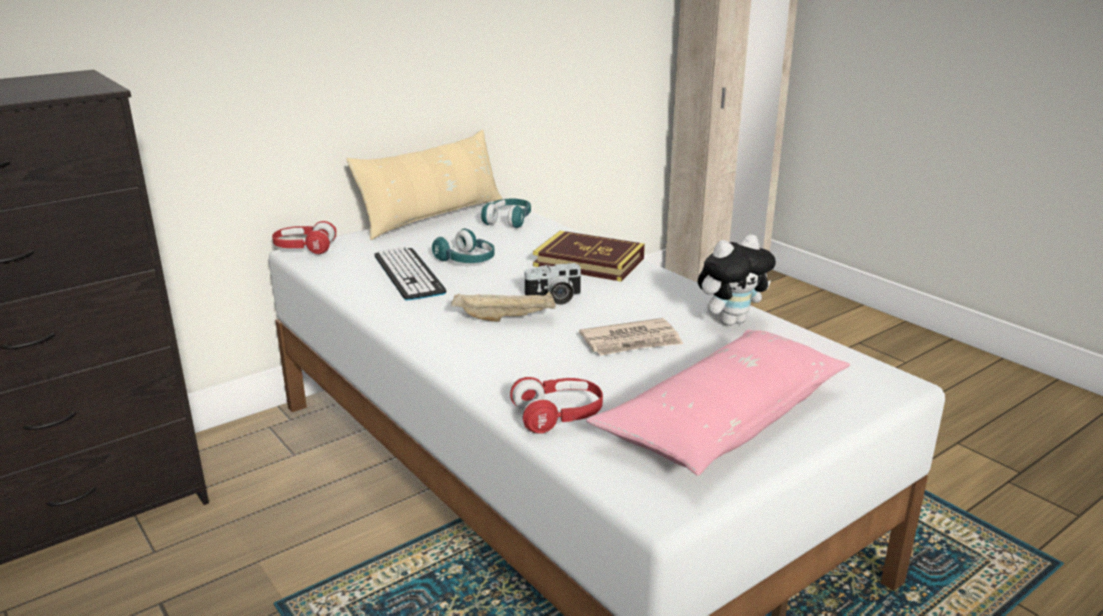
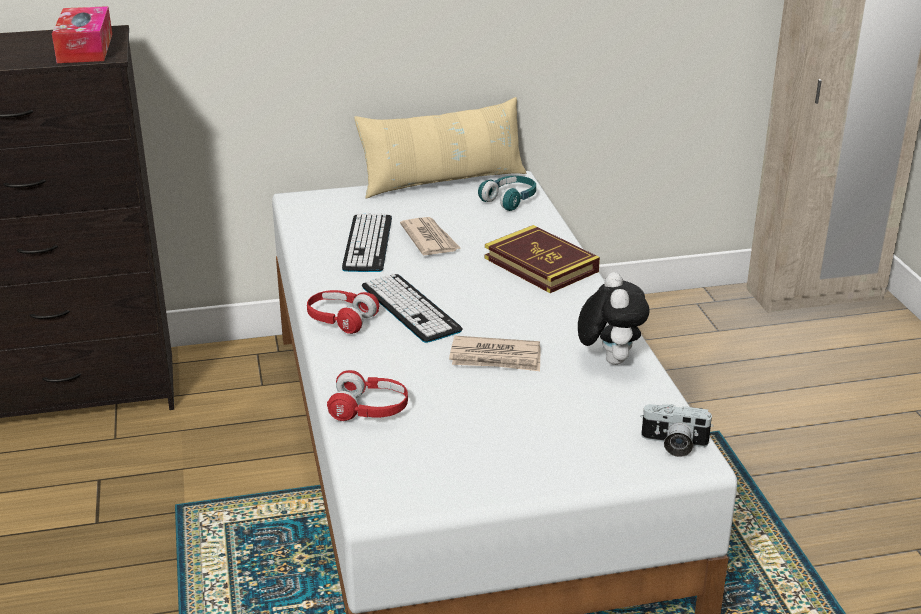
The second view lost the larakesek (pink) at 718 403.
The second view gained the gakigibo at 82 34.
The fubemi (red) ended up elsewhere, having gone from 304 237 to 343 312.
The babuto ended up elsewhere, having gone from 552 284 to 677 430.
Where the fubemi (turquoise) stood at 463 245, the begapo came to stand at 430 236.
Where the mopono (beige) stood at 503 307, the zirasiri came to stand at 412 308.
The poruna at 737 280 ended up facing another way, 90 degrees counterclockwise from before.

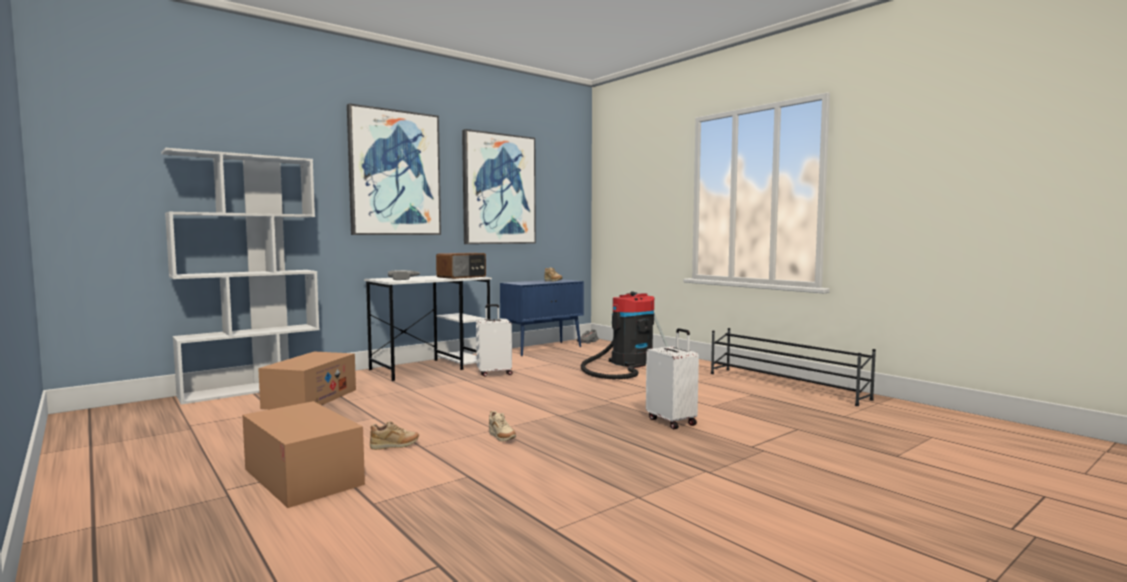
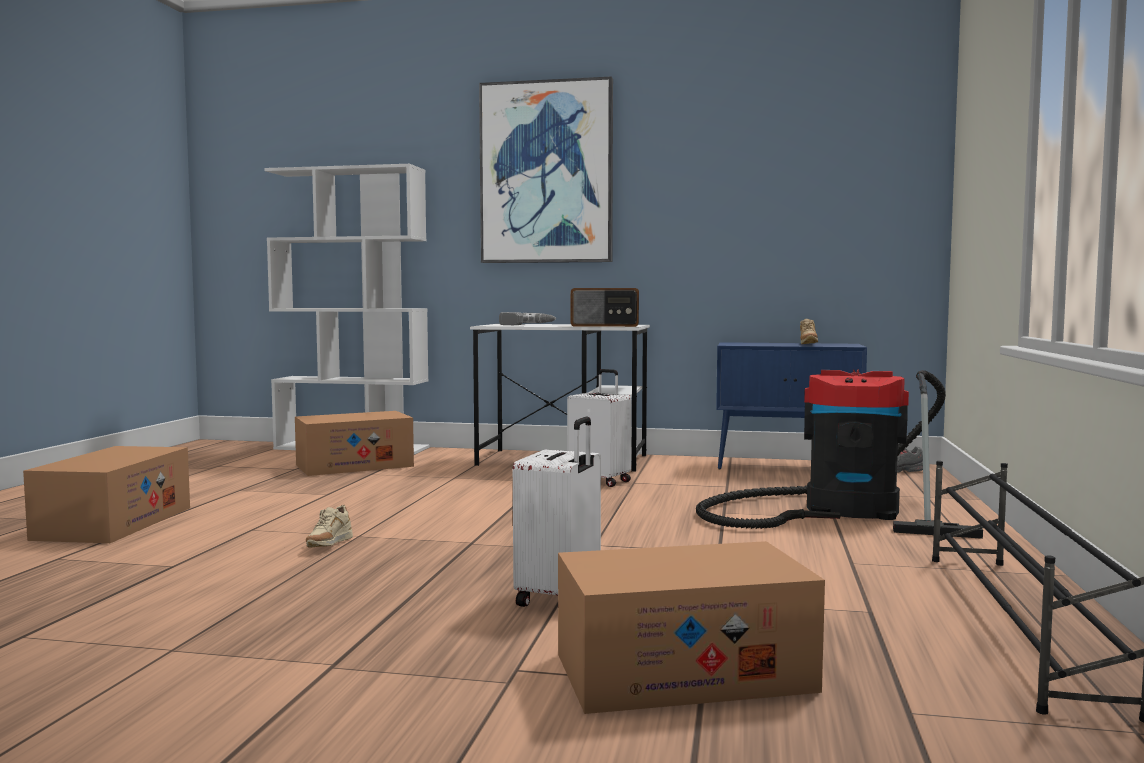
The second view lost the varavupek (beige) at 394 435.
The second view lost the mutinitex at 499 186.
The second view gained the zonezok at 691 627.

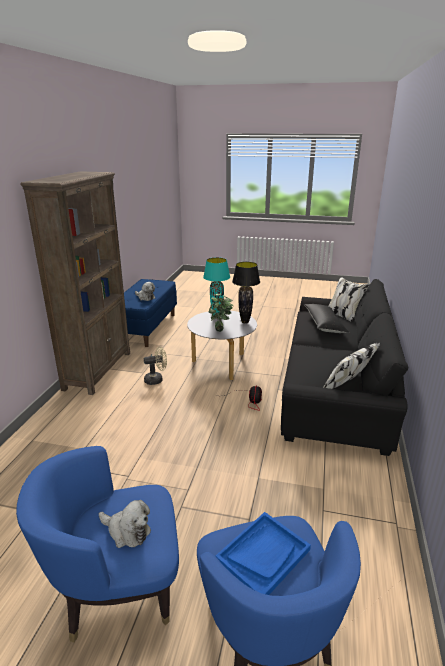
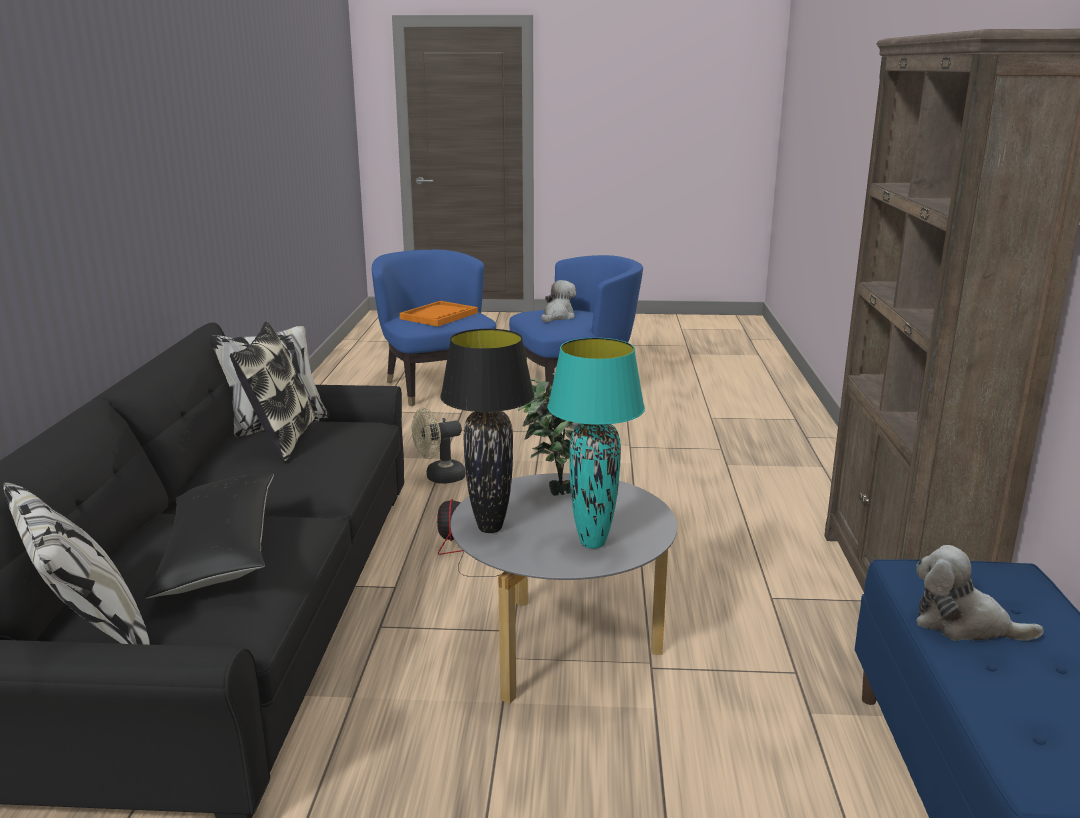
The second view gained the larakesek at 272 391.
The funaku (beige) ended up elsewhere, having gone from 155 366 to 439 446.
What was the mopono (blue) at 263 553 turned into the mopono (orange) at 439 314.
The poruna at 125 524 ended up facing another way, 105 degrees clockwise from before.

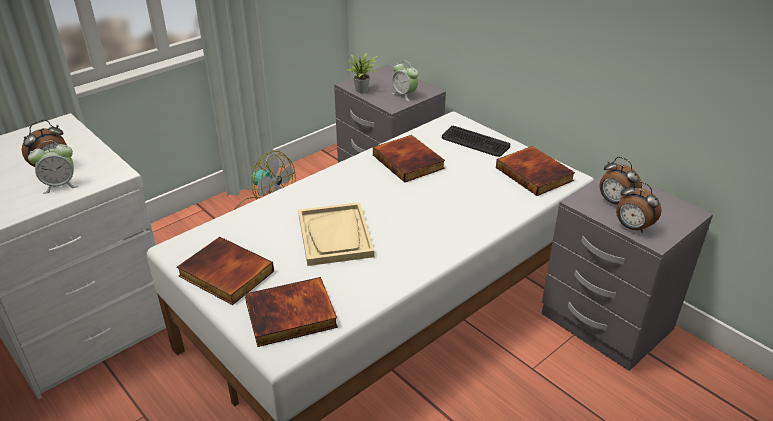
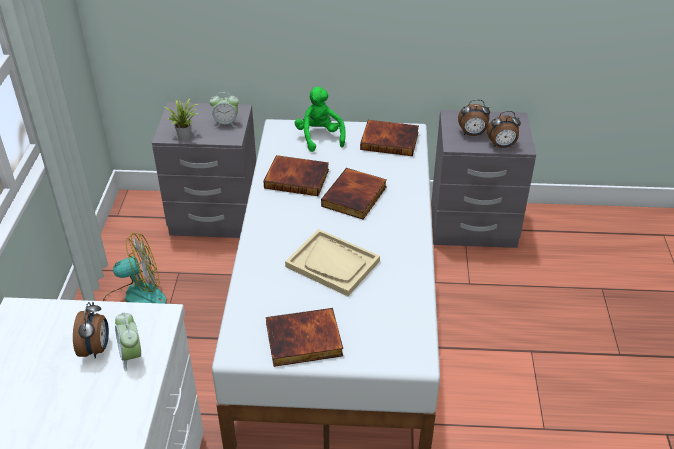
The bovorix ended up elsewhere, having gone from 291 312 to 354 193.
Where the zirasiri stood at 476 141, the poruna (green) came to stand at 320 119.
The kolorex at 53 167 ended up facing another way, 135 degrees clockwise from before.

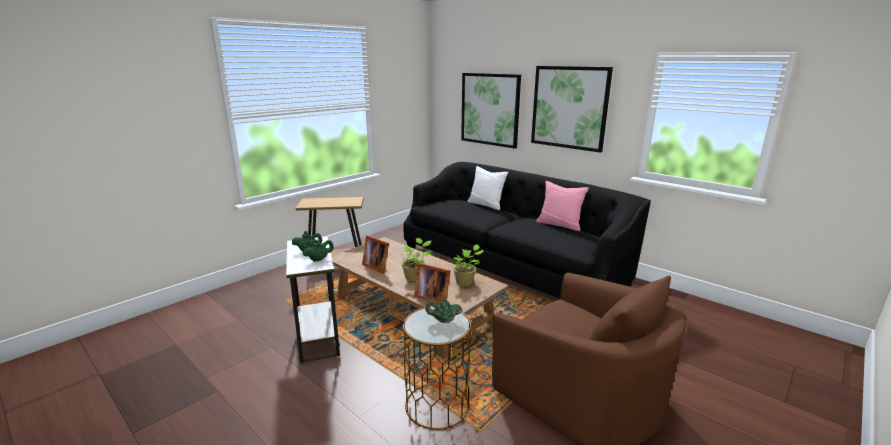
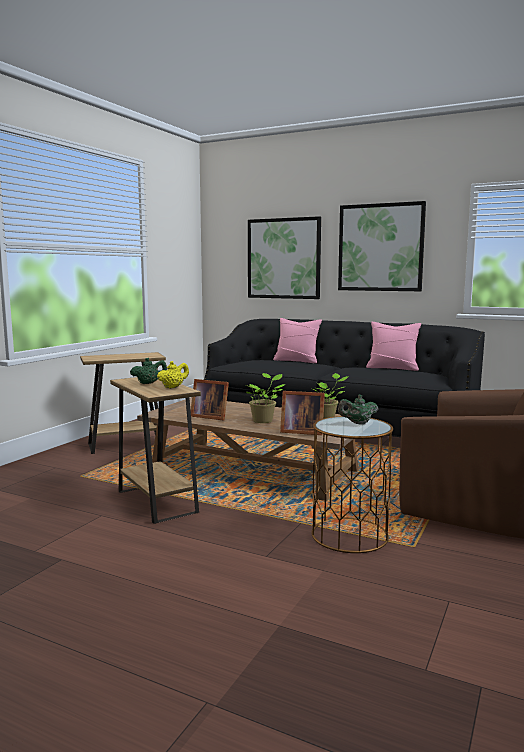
What was the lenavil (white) at 313 299 turned into the lenavil (brown) at 155 450.
What was the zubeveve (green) at 318 251 turned into the zubeveve (yellow) at 173 375.
What was the larakesek (white) at 487 188 turned into the larakesek (pink) at 297 340.

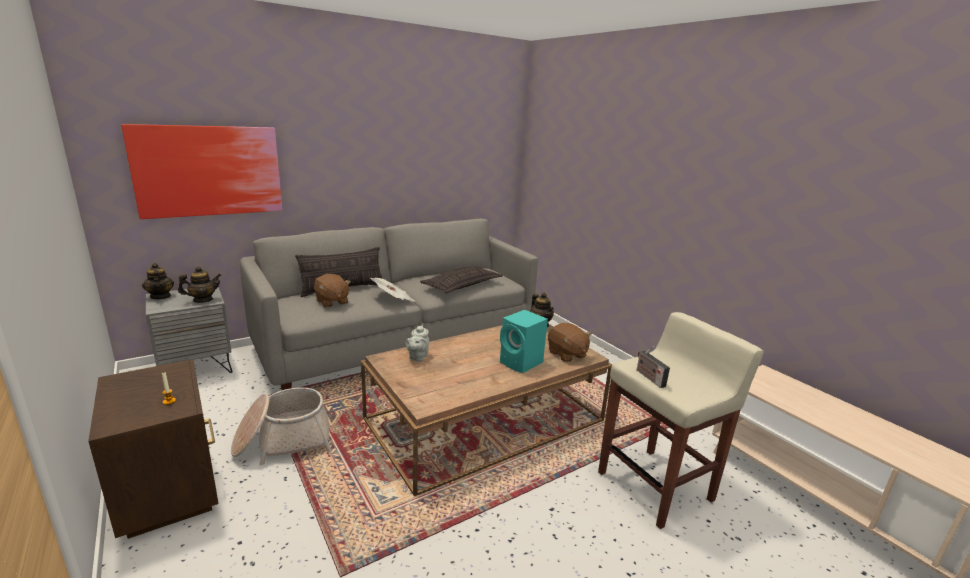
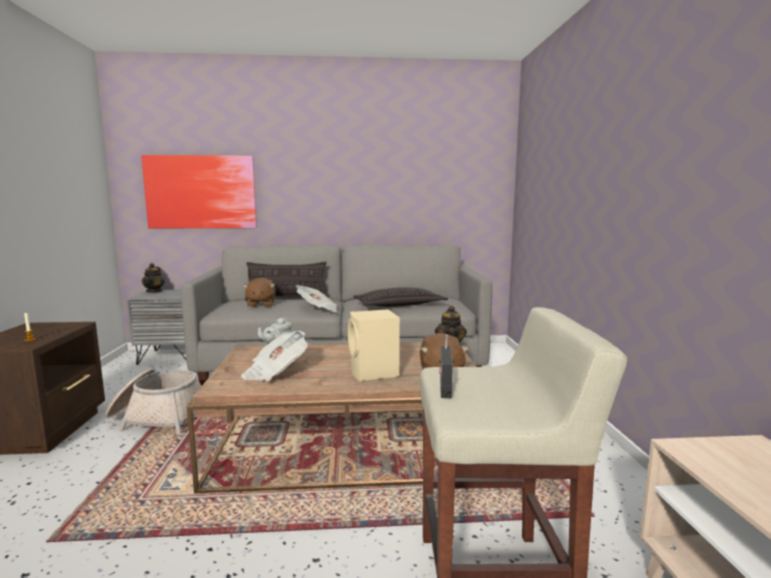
The second view lost the zubeveve at 200 284.
The second view gained the begapo at 274 356.
What was the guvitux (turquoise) at 524 341 turned into the guvitux (beige) at 374 345.

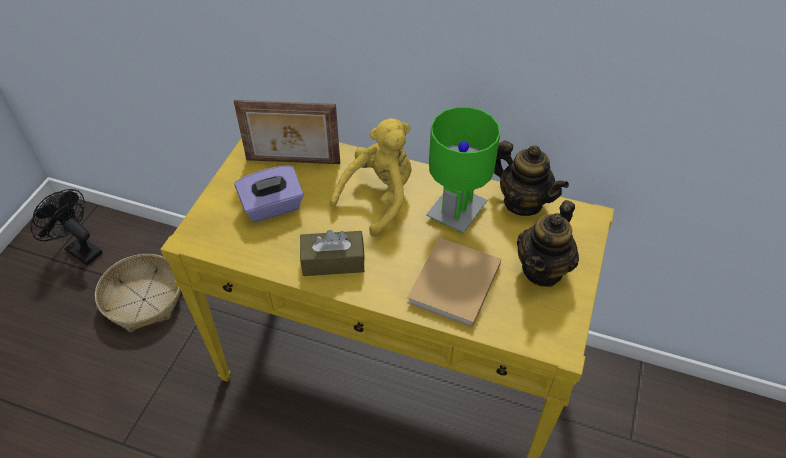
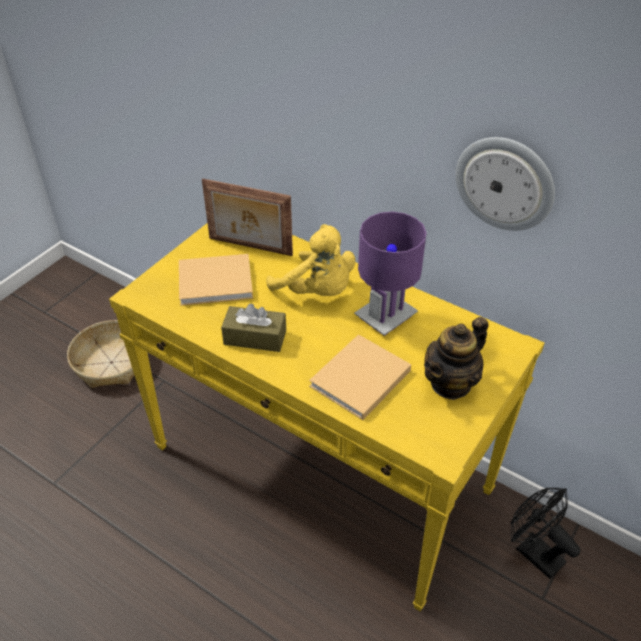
The second view lost the zubeveve at 531 178.
The second view gained the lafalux at 505 184.
The funaku (black) ended up elsewhere, having gone from 67 227 to 546 533.
Where the gakigibo (purple) stood at 269 194, the bovorix (beige) came to stand at 216 280.
What was the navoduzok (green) at 463 170 turned into the navoduzok (purple) at 390 273.
The poruna (yellow) at 370 177 ended up facing another way, 75 degrees clockwise from before.

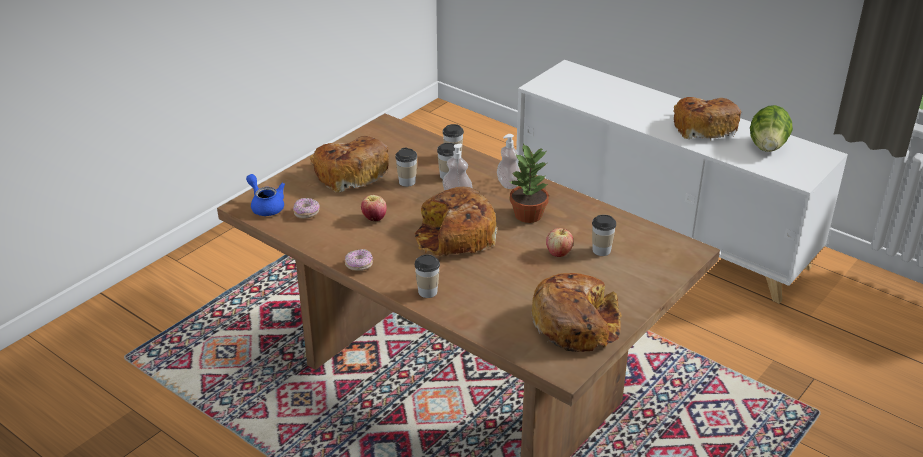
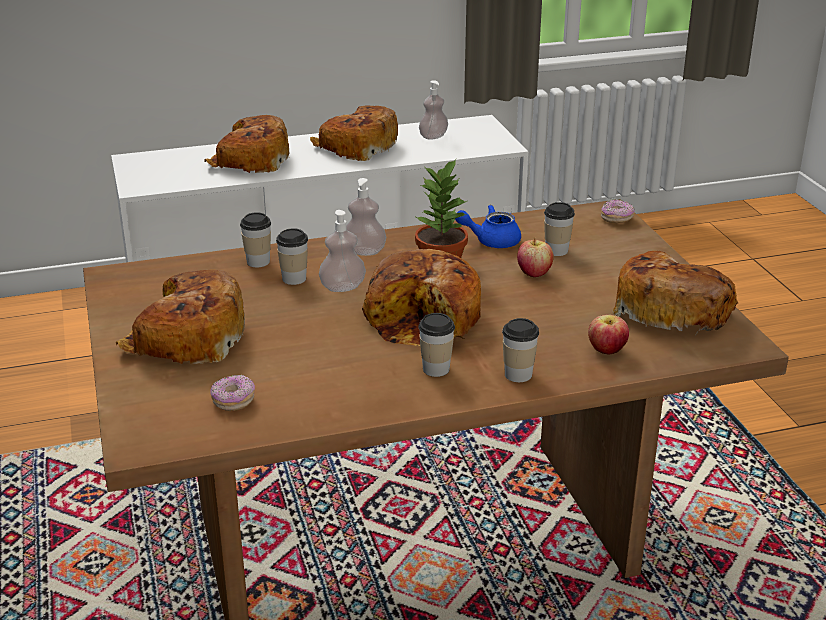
The second view gained the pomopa at 246 144.
The zubeveve (blue) ended up elsewhere, having gone from 265 195 to 488 226.
The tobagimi ended up elsewhere, having gone from 359 260 to 618 211.
The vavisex ended up elsewhere, having gone from 374 208 to 608 334.
The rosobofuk ended up elsewhere, having gone from 406 167 to 437 345.
Where the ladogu stood at 771 128, the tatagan came to stand at 433 109.

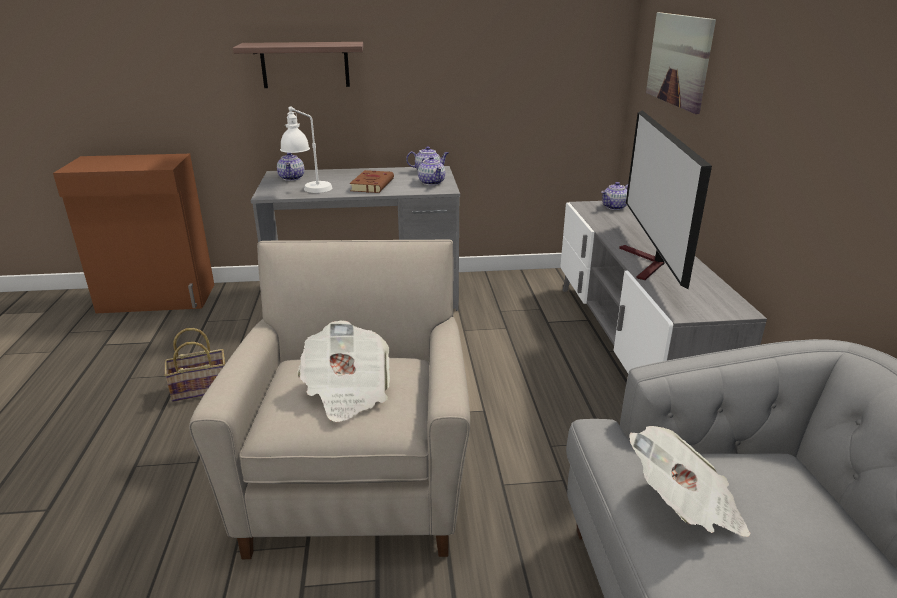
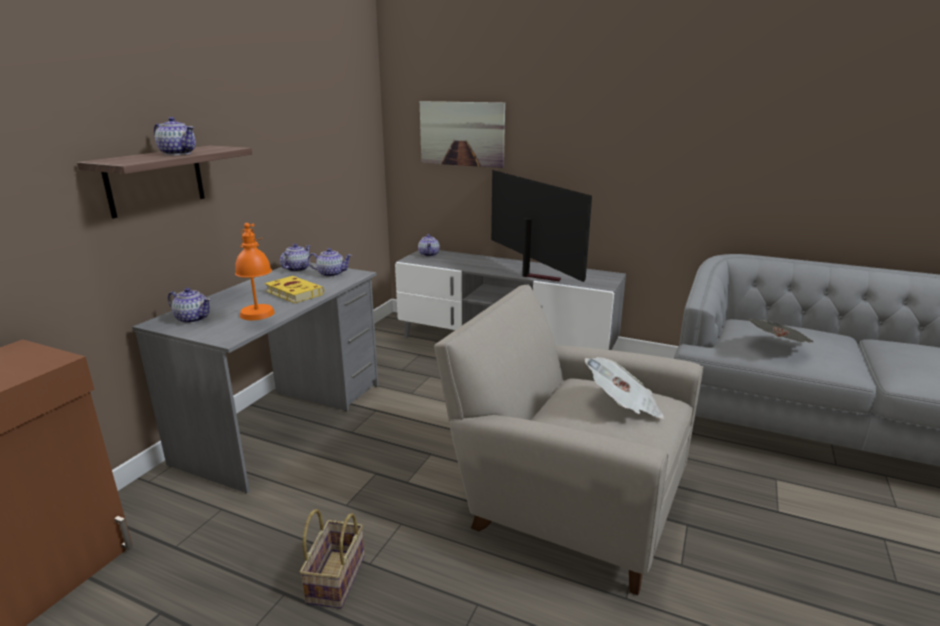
The second view gained the zubeveve at 175 136.
What was the navoduzok (white) at 306 149 turned into the navoduzok (orange) at 255 271.
What was the bovorix (brown) at 372 181 turned into the bovorix (yellow) at 294 289.
The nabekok at 665 199 ended up facing another way, 150 degrees counterclockwise from before.

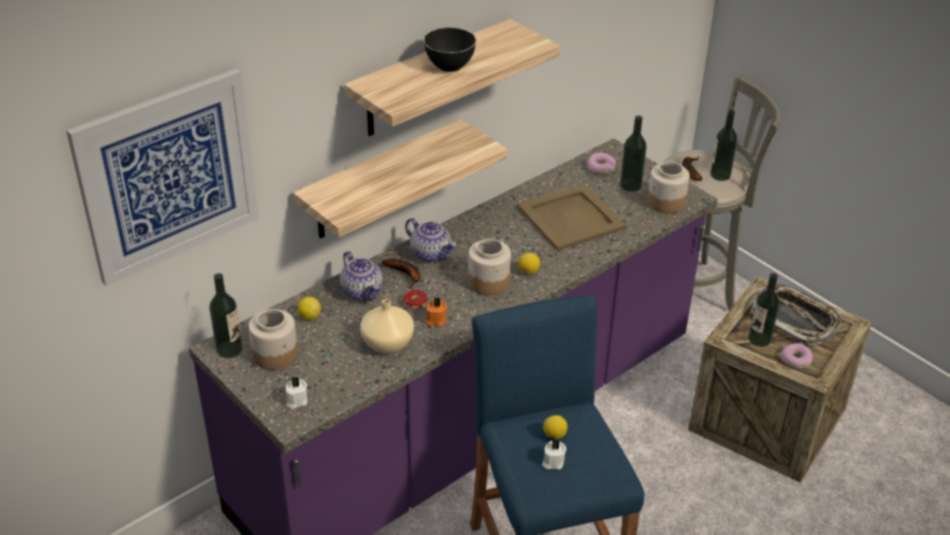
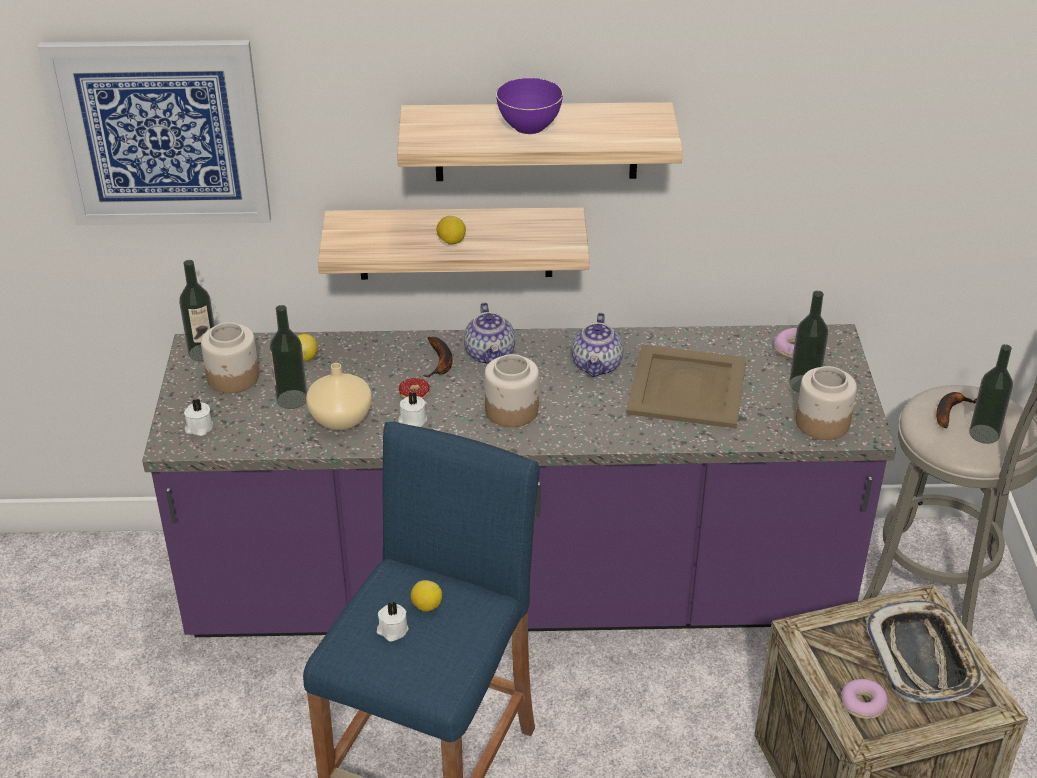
The zubeveve ended up elsewhere, having gone from 361 276 to 597 345.
The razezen ended up elsewhere, having gone from 529 263 to 451 230.
The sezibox ended up elsewhere, having gone from 764 310 to 288 357.
What was the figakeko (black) at 450 50 turned into the figakeko (purple) at 529 106.
What was the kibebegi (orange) at 436 312 turned into the kibebegi (white) at 412 409.

